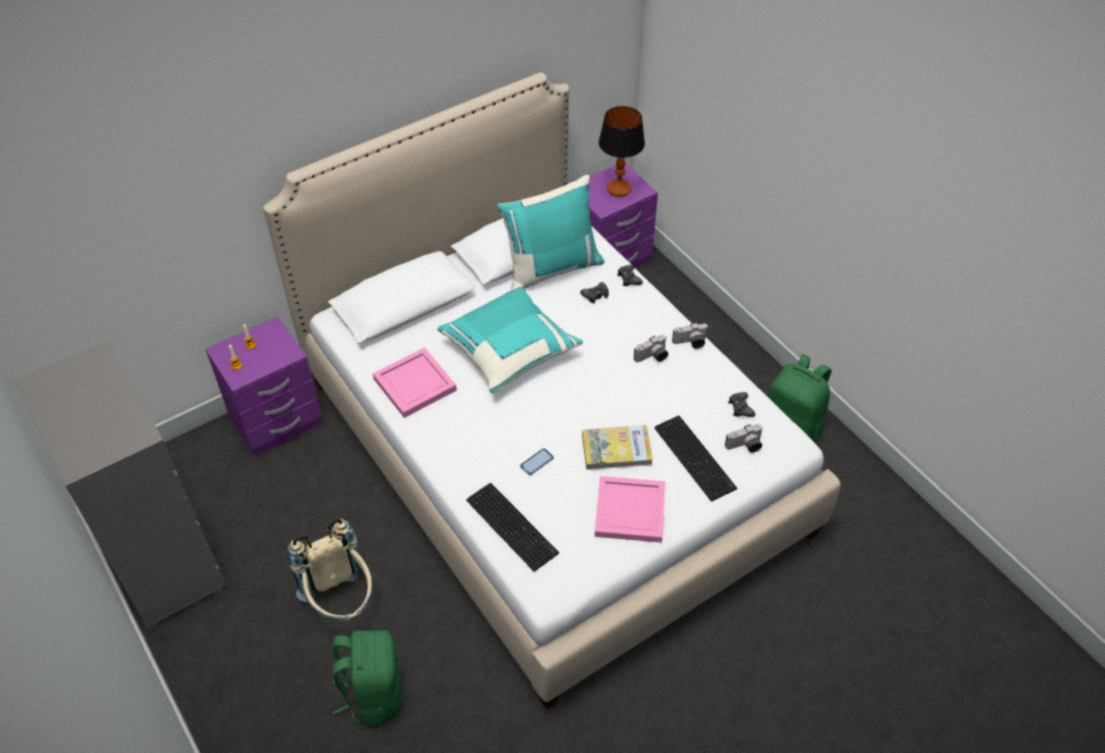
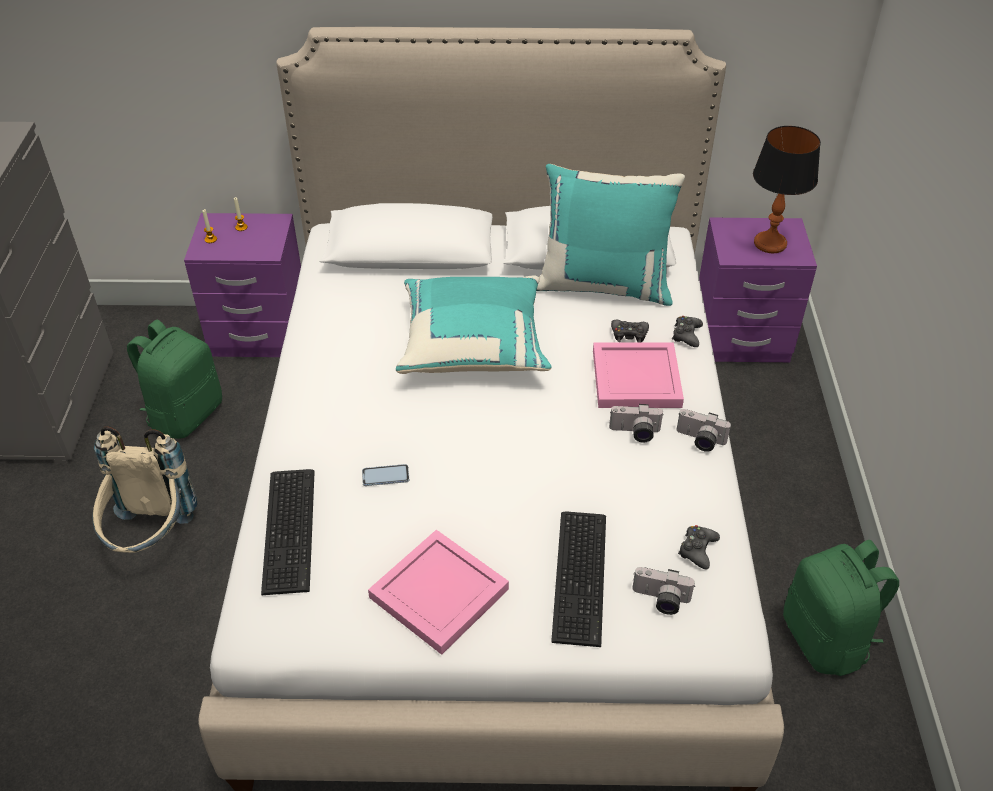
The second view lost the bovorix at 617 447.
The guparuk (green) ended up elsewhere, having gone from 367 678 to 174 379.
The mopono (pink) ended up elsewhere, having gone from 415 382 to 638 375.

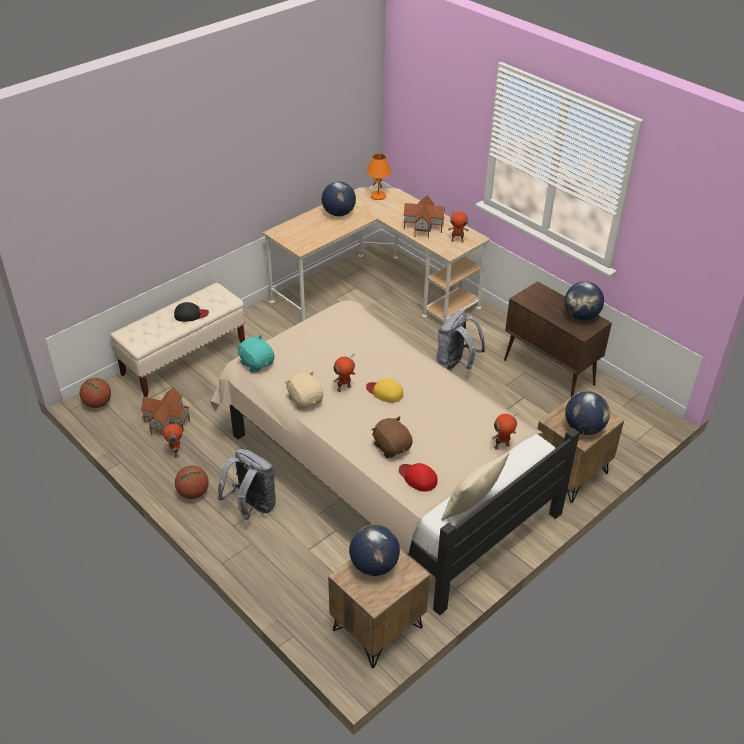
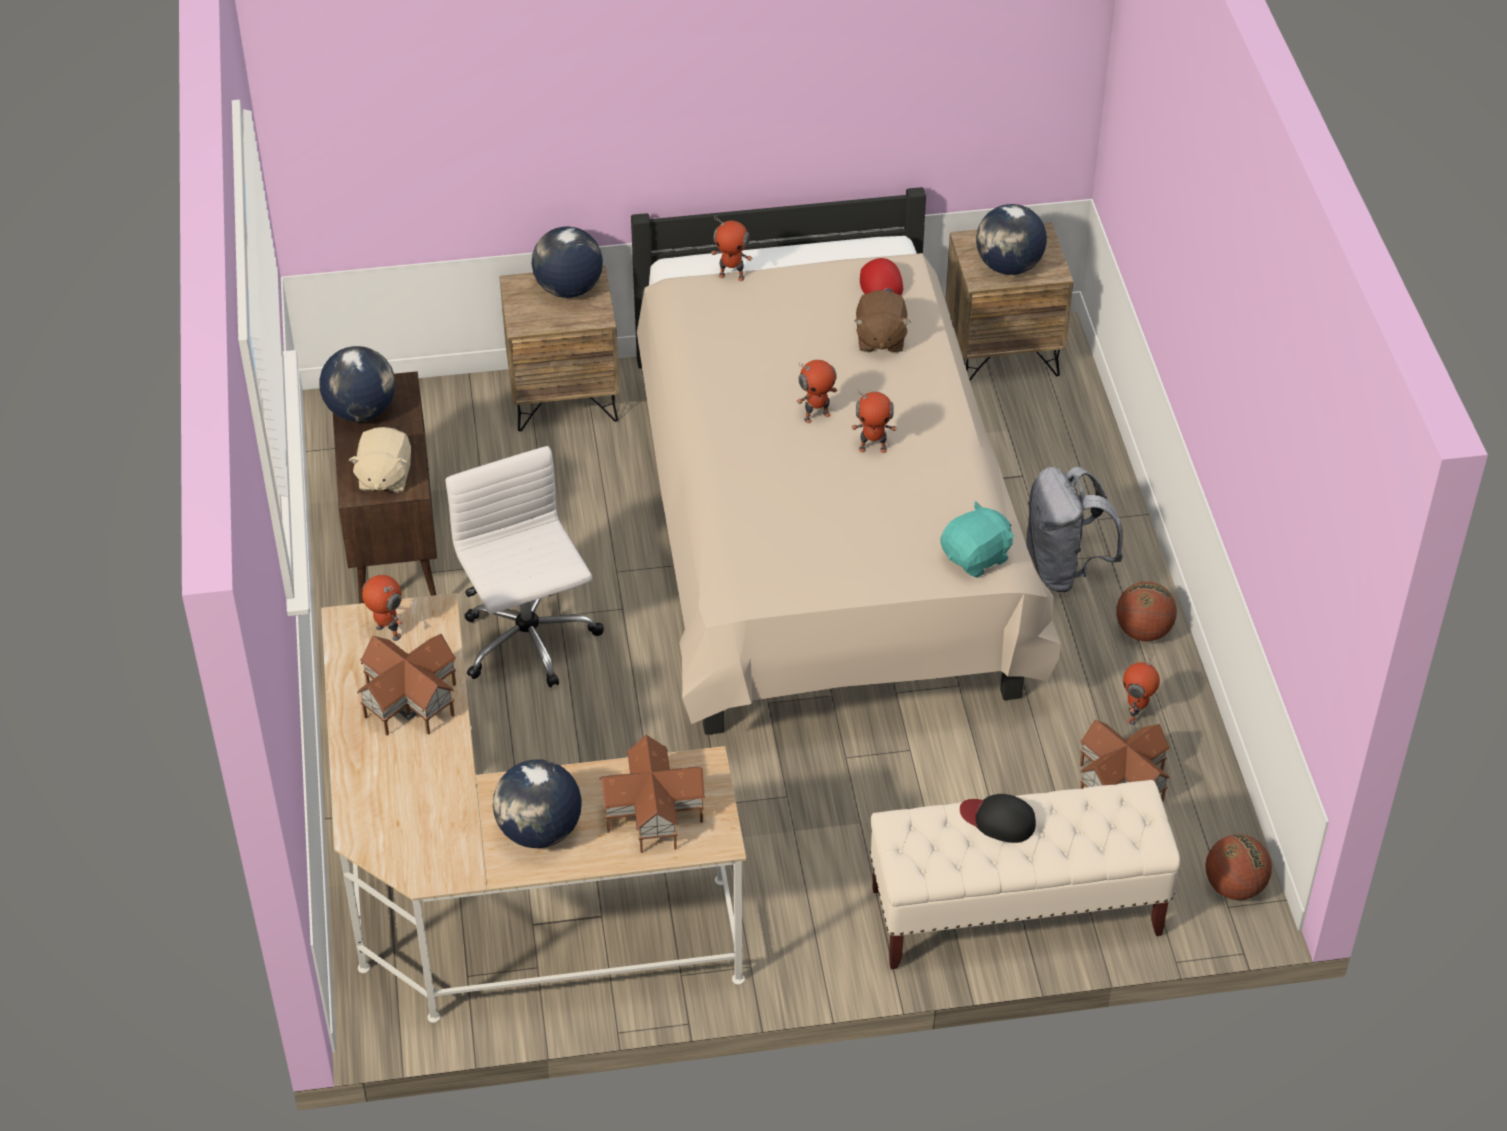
The second view lost the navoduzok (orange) at 379 177.
The second view lost the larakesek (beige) at 475 486.
The second view gained the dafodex at 652 794.
The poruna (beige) ended up elsewhere, having gone from 304 390 to 380 460.
Where the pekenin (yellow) stood at 384 391, the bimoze came to stand at 816 391.
Where the guparuk (grey) stood at 460 341, the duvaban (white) came to stand at 525 567.
The poruna (turquoise) at 255 354 ended up facing another way, 120 degrees counterclockwise from before.

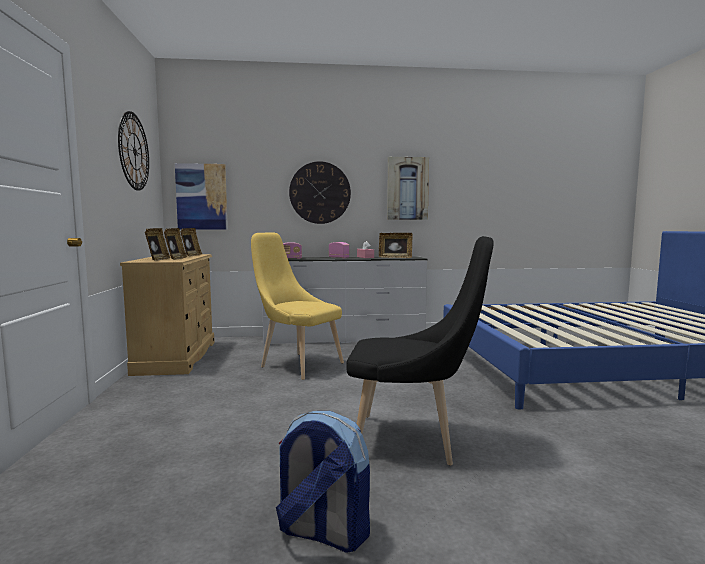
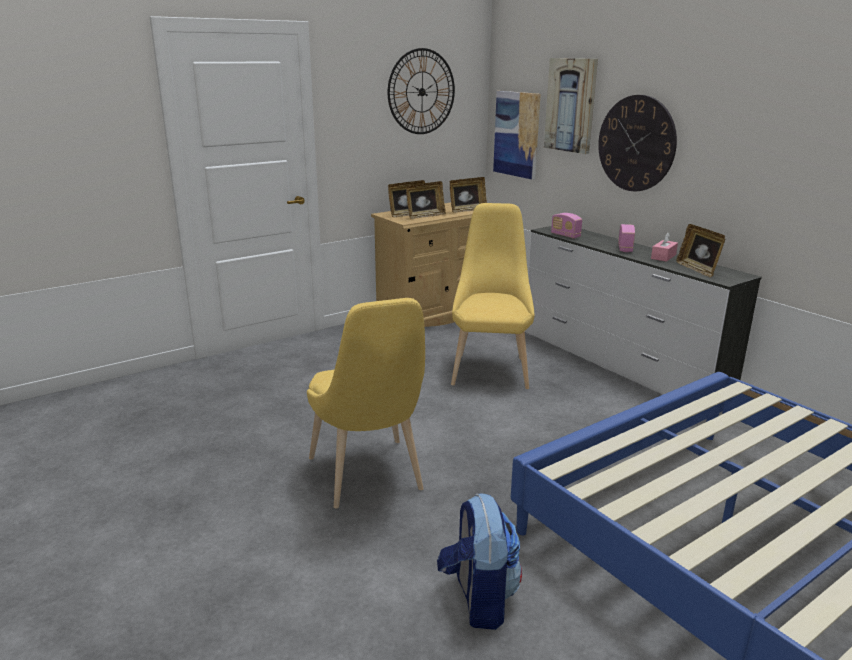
The guparuk ended up elsewhere, having gone from 323 482 to 479 561.
The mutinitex ended up elsewhere, having gone from 408 188 to 571 106.
What was the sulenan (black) at 420 351 turned into the sulenan (yellow) at 366 403.

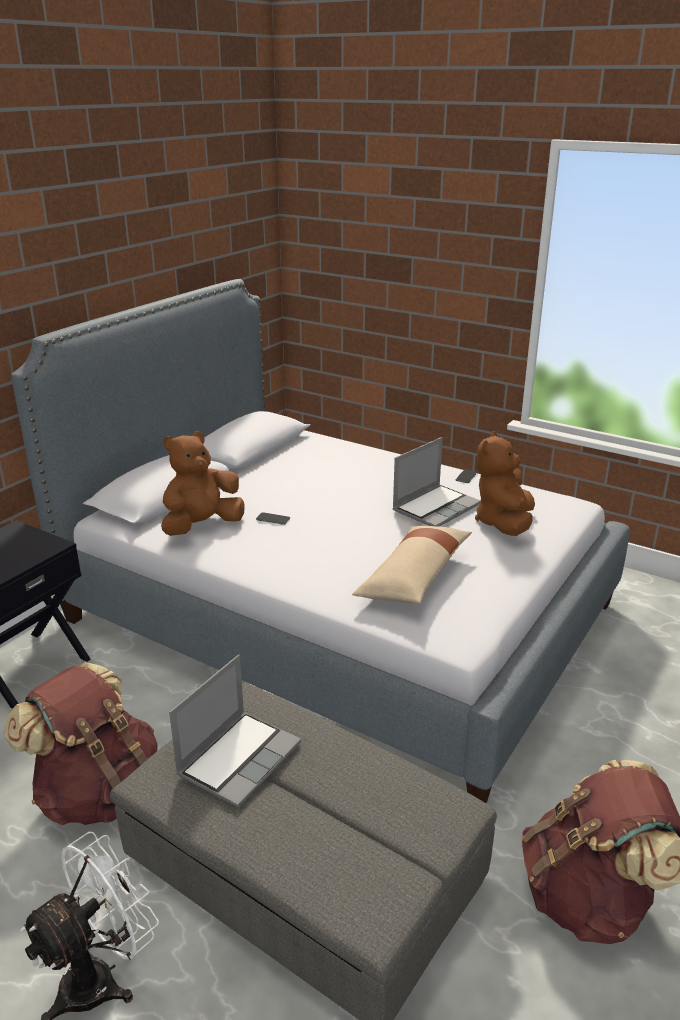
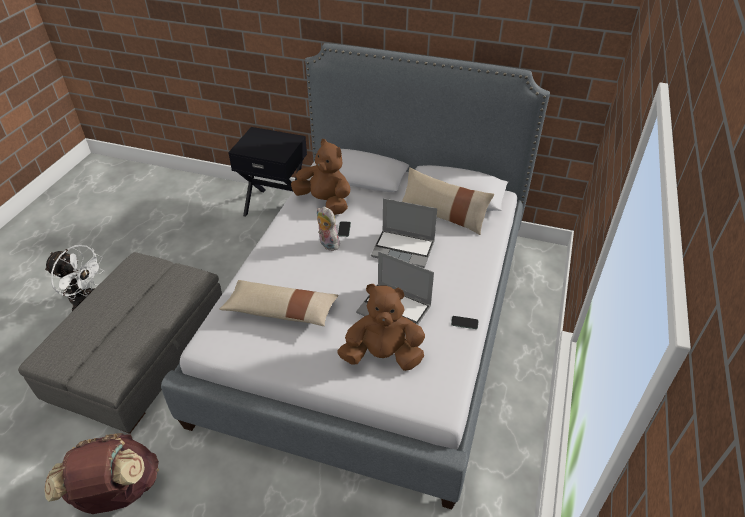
The second view lost the guparuk (brown) at 81 743.
The second view gained the poruna at 329 228.
The second view gained the larakesek (beige) at 448 201.
The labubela ended up elsewhere, having gone from 235 731 to 404 233.

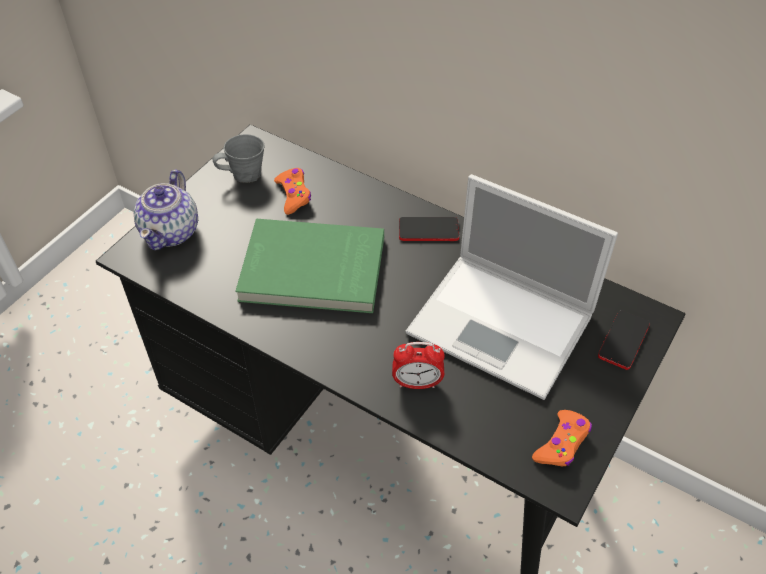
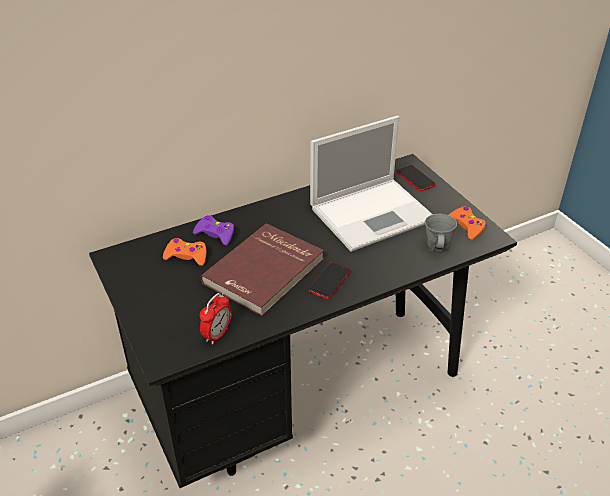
The second view lost the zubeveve at 166 209.
The second view gained the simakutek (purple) at 214 230.
The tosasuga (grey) ended up elsewhere, having gone from 238 158 to 441 233.
The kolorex ended up elsewhere, having gone from 418 365 to 216 319.
The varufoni ended up elsewhere, having gone from 429 229 to 330 280.
What was the bovorix (green) at 309 266 turned into the bovorix (red) at 262 269.

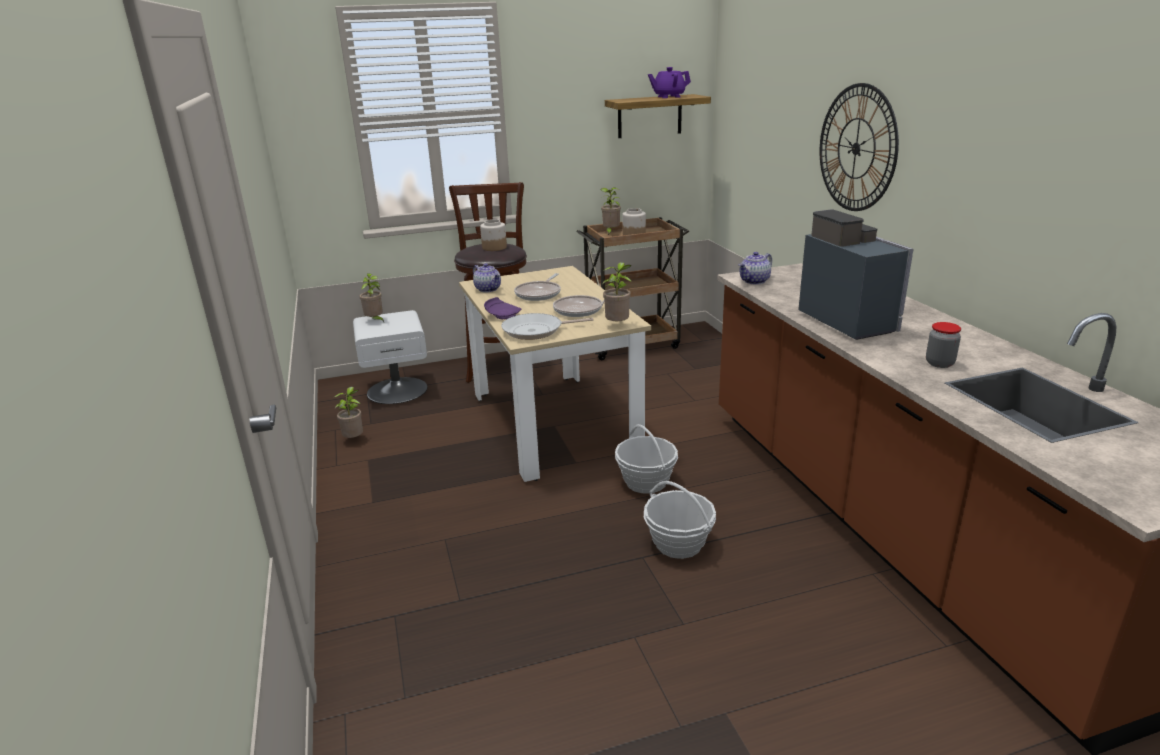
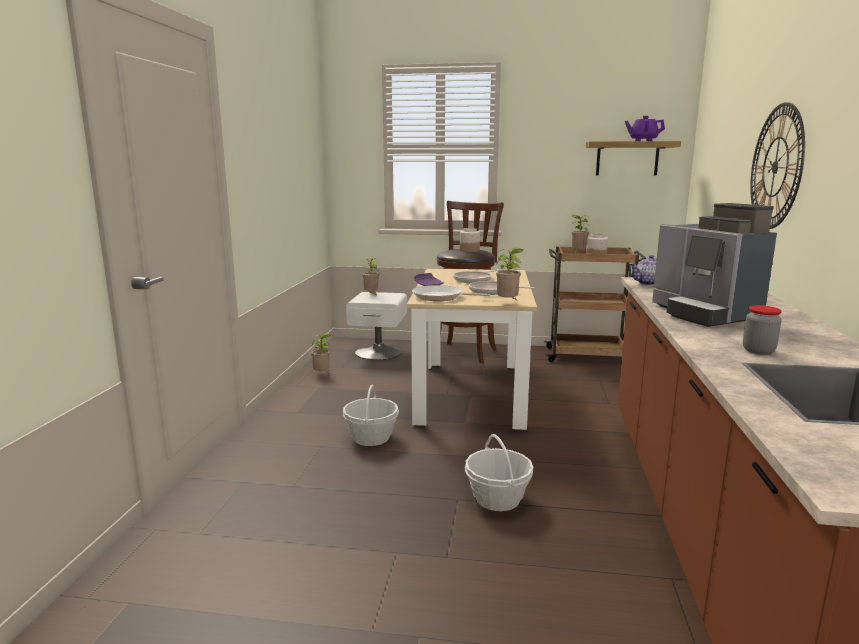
The second view lost the zubeveve at 487 277.
The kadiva ended up elsewhere, having gone from 646 459 to 371 415.
The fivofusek at 855 274 ended up facing another way, 150 degrees clockwise from before.

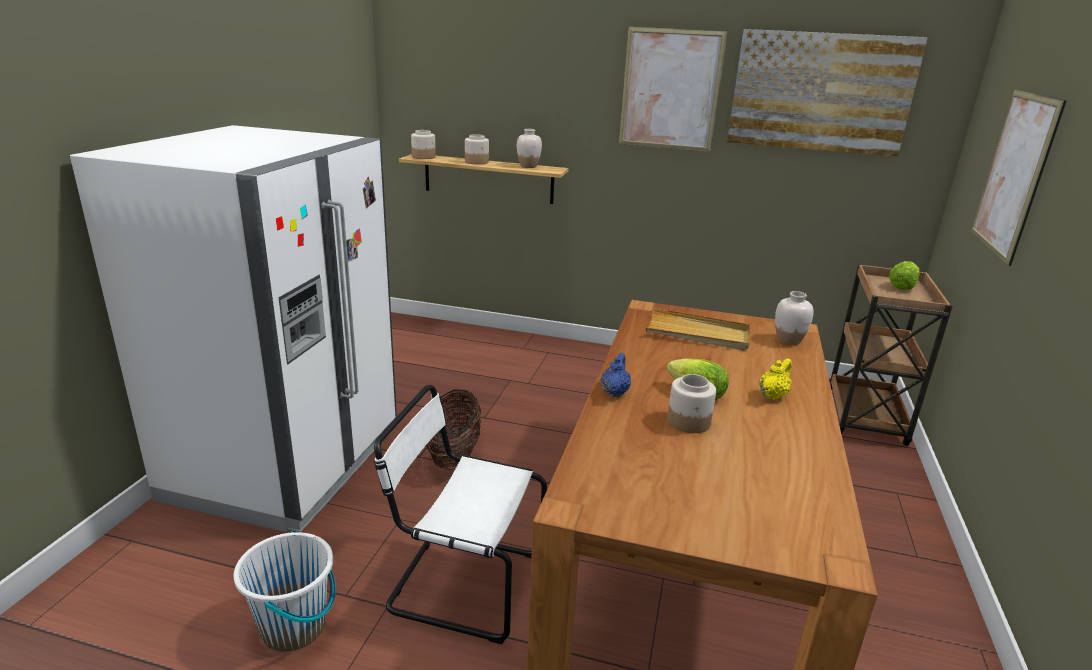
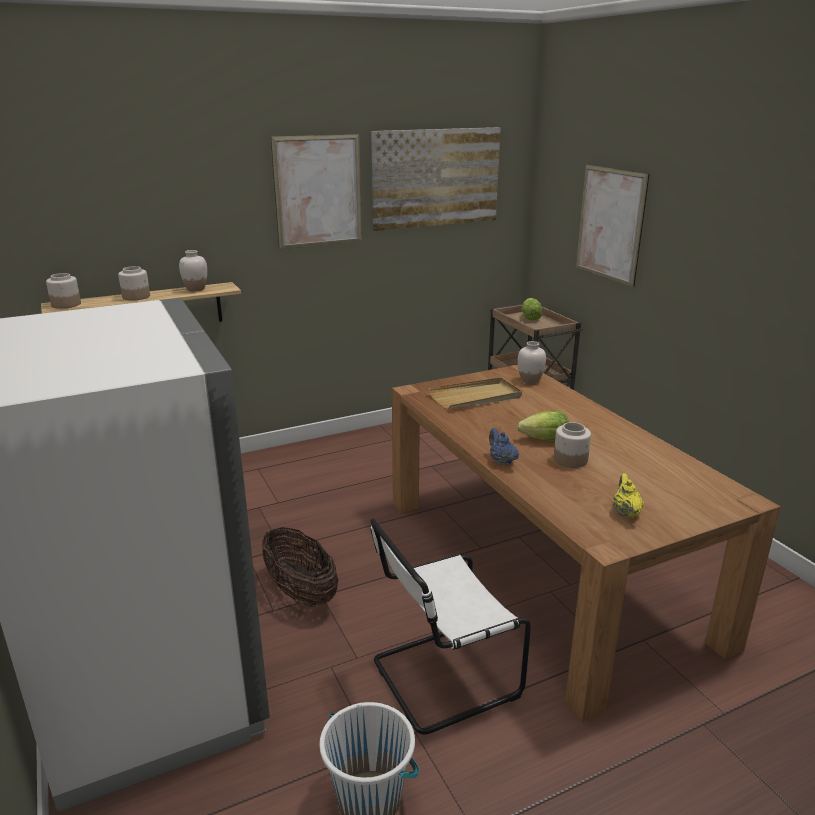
The zubeveve (yellow) ended up elsewhere, having gone from 775 379 to 628 495.

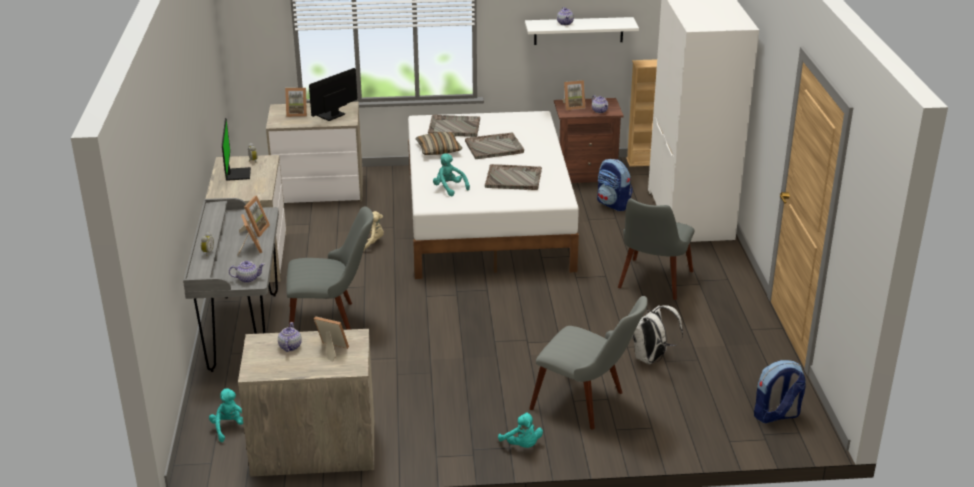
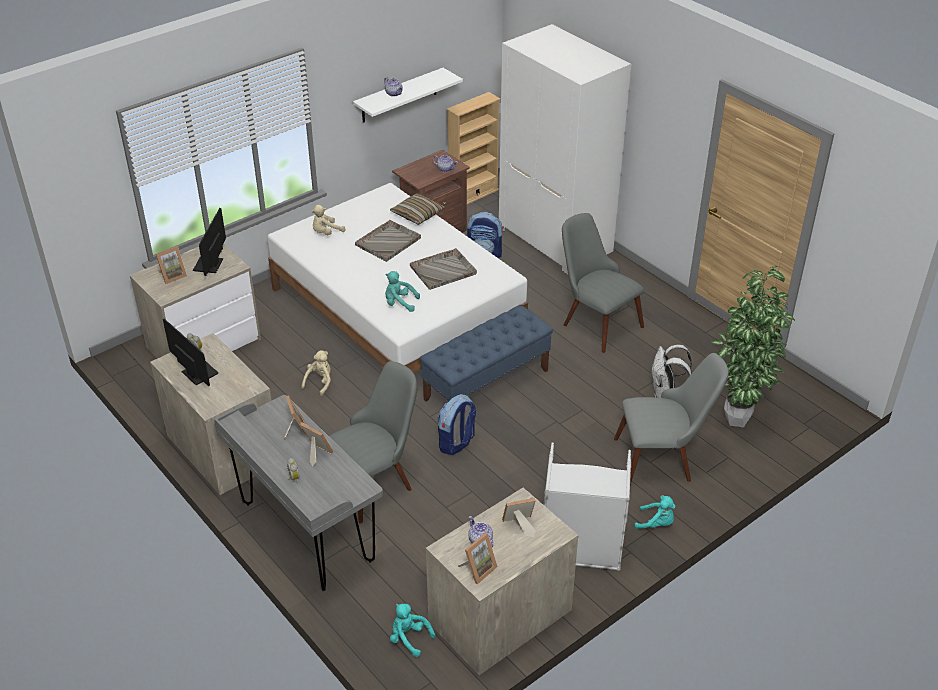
The second view lost the zubeveve at 247 272.
The second view gained the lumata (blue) at 486 353.
The second view gained the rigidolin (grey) at 587 506.
The second view gained the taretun at 753 347.
The larakesek ended up elsewhere, having gone from 438 143 to 417 209.
The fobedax ended up elsewhere, having gone from 574 95 to 478 558.
The guparuk ended up elsewhere, having gone from 780 391 to 457 424.
Where the mopono (grey) stood at 454 126, the poruna (beige) came to stand at 328 220.
The sulenan (grey) at 656 249 ended up facing another way, 150 degrees clockwise from before.

